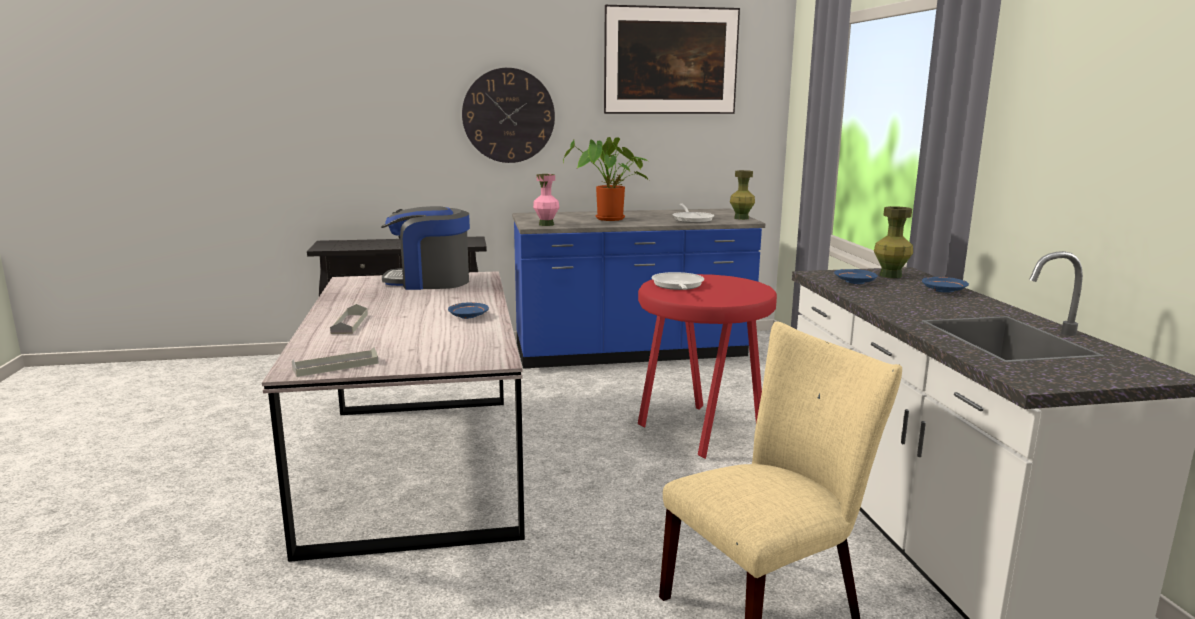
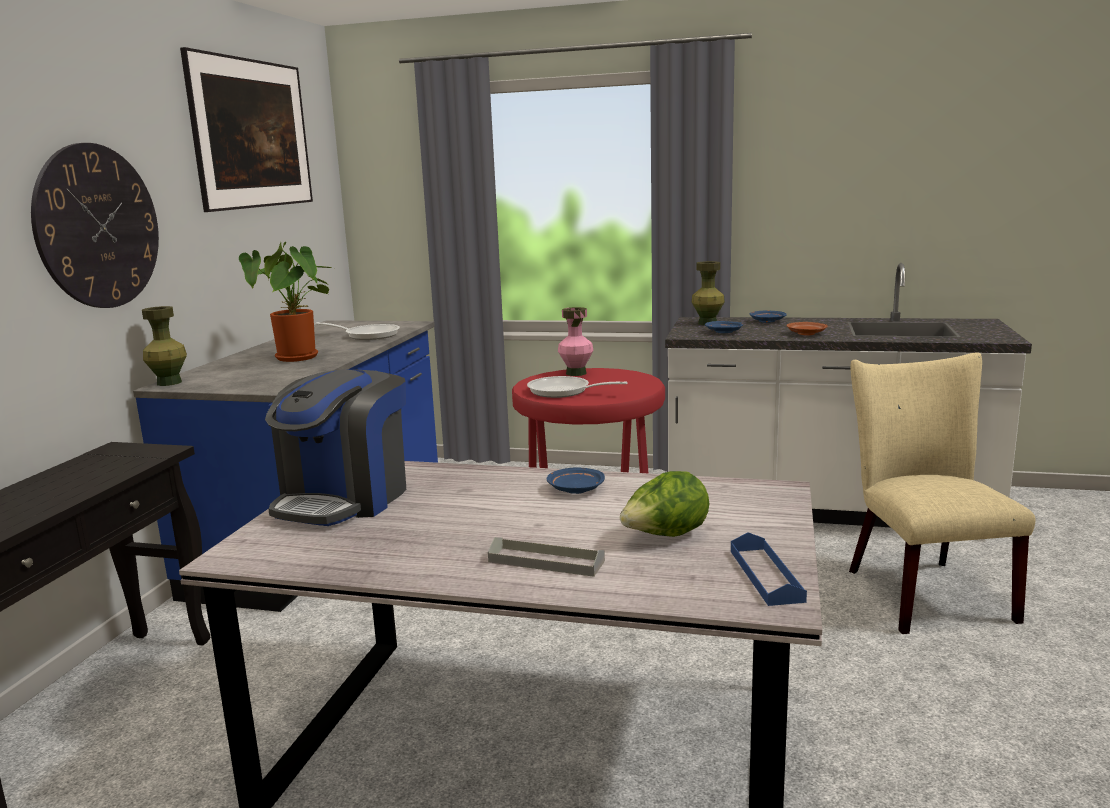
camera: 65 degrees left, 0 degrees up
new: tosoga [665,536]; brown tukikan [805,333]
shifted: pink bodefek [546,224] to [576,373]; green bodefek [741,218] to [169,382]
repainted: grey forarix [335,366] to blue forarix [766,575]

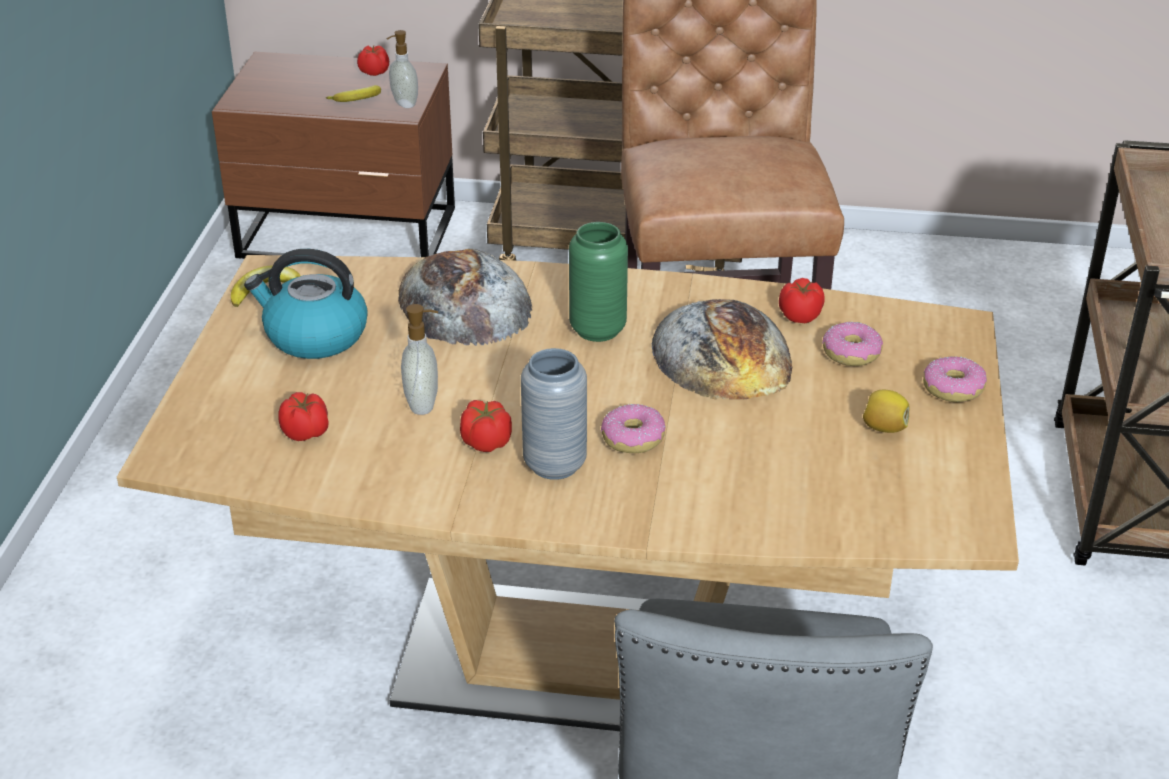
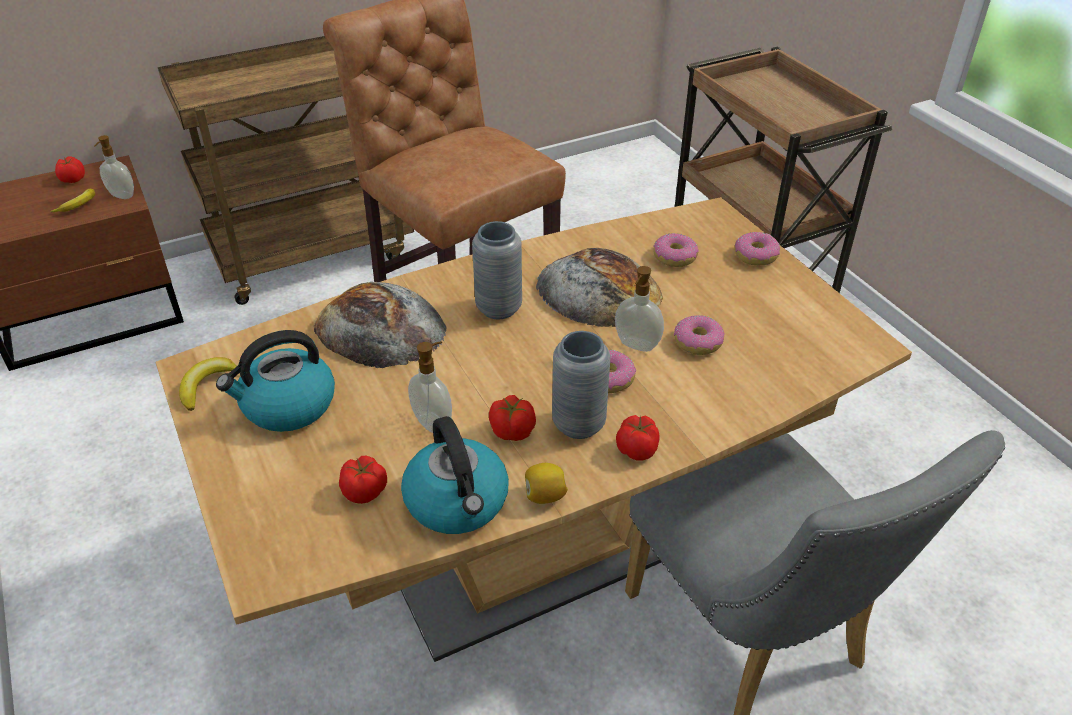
camera: 35 degrees left, 5 degrees up
new: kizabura [458,502]; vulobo [636,345]; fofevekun [698,342]
shifted: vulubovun [801,316] to [637,449]; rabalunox [884,428] to [544,496]
repainted: green bodefek [597,330] to grey bodefek [499,308]

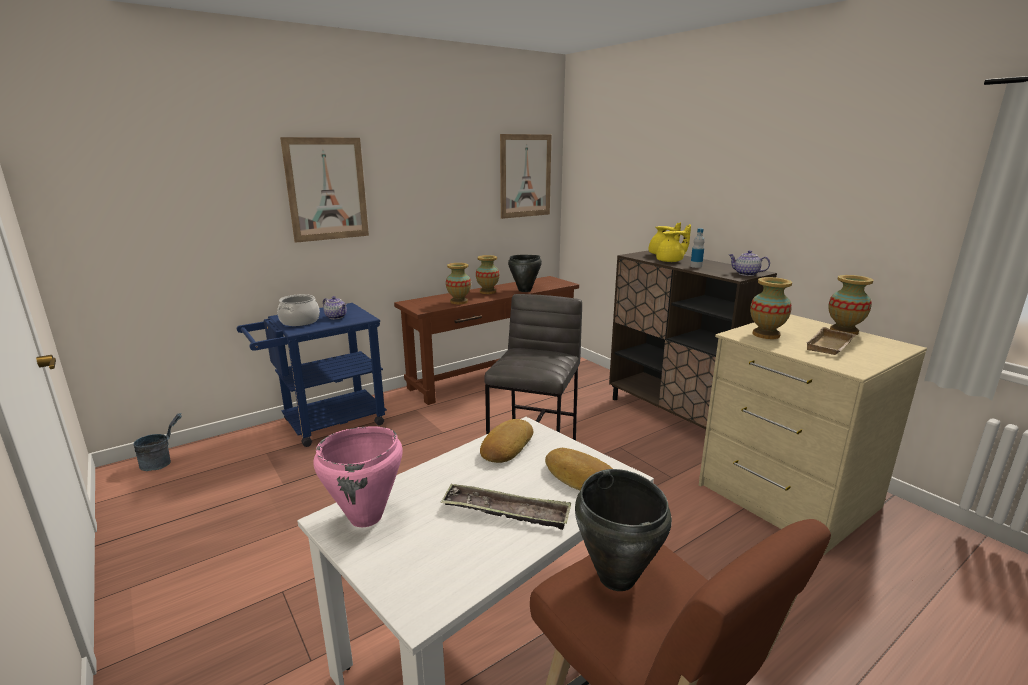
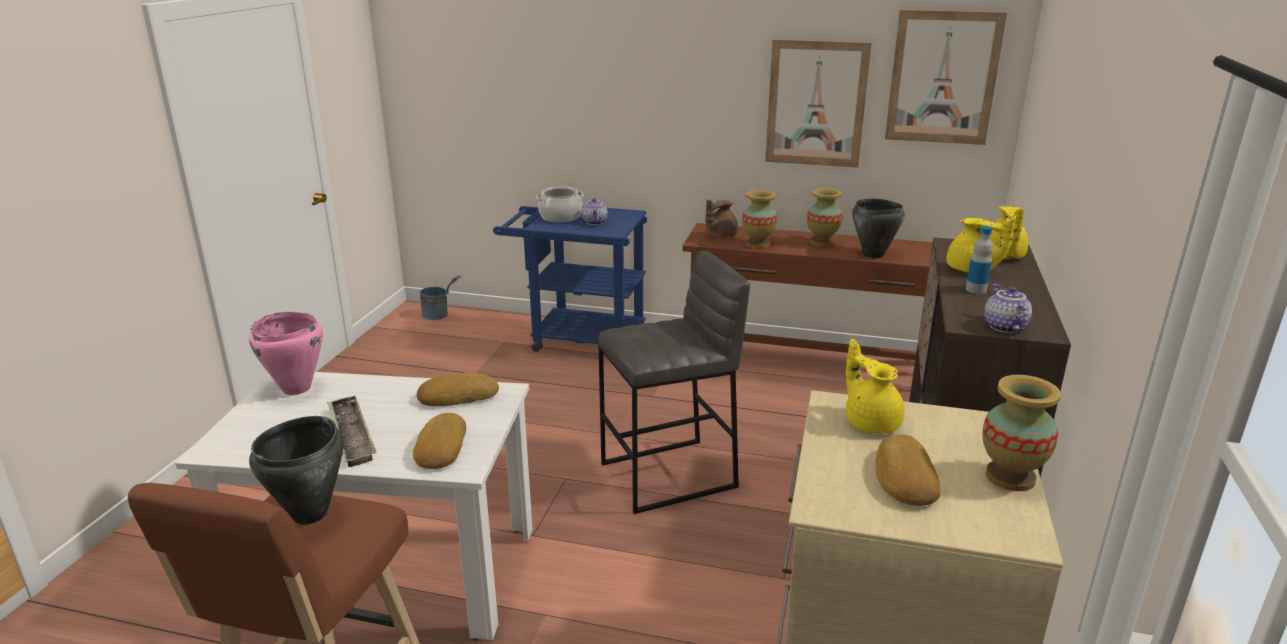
camera: 50 degrees right, 5 degrees up
new: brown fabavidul [720,235]
shifted: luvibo [327,189] to [816,104]
swapped: bodefek [765,335] to yellow fabavidul [871,422]; beige forarix [831,346] to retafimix [903,477]

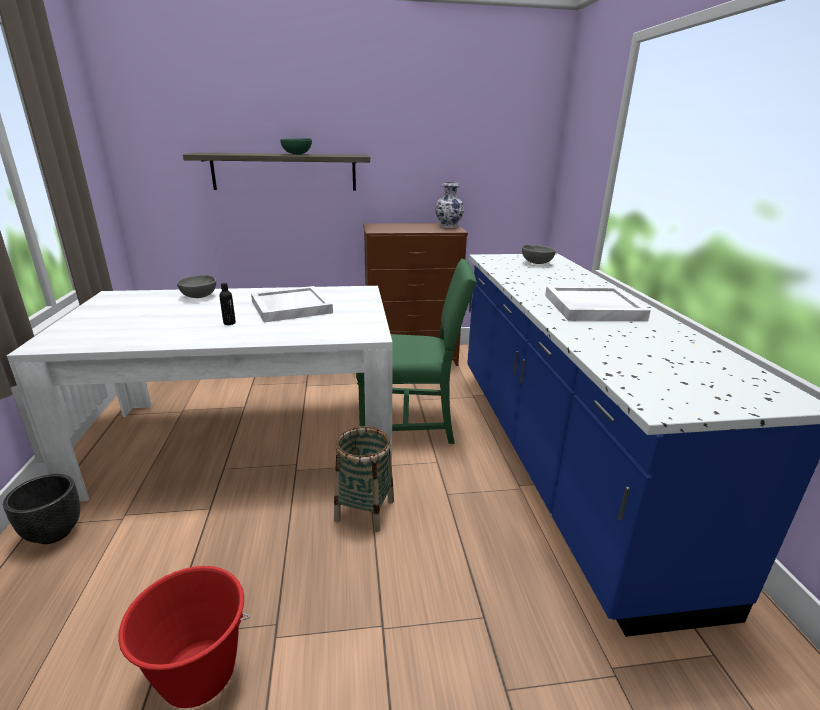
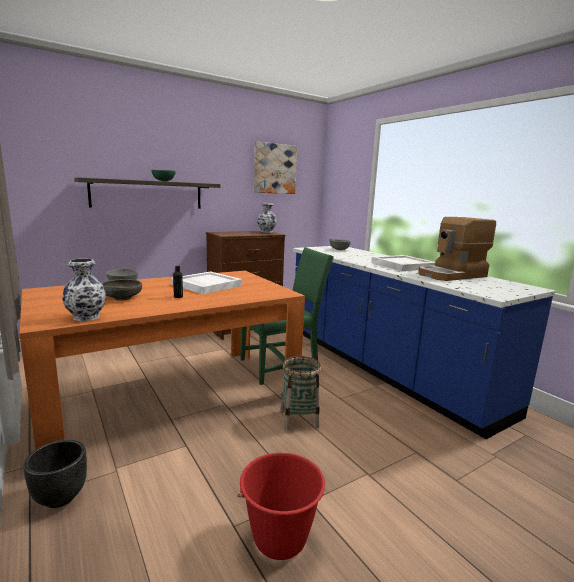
camera: 25 degrees left, 10 degrees down
new: bodefek [86,317]; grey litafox [122,298]; luvibo [274,169]; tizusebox [452,275]
repainted: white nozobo [246,439] to orange nozobo [170,397]

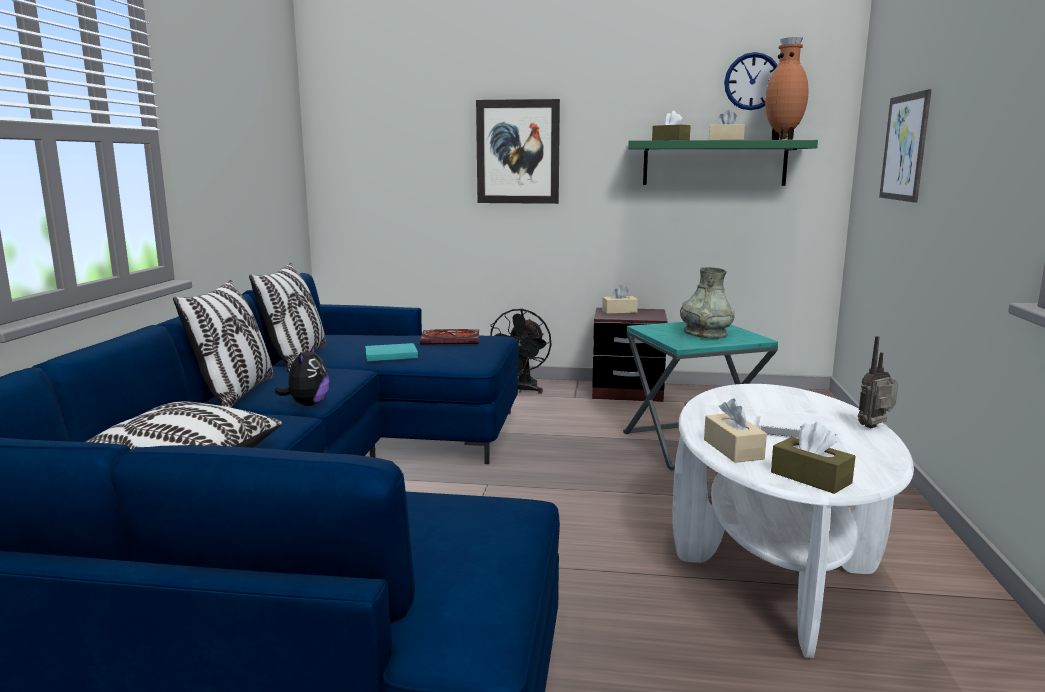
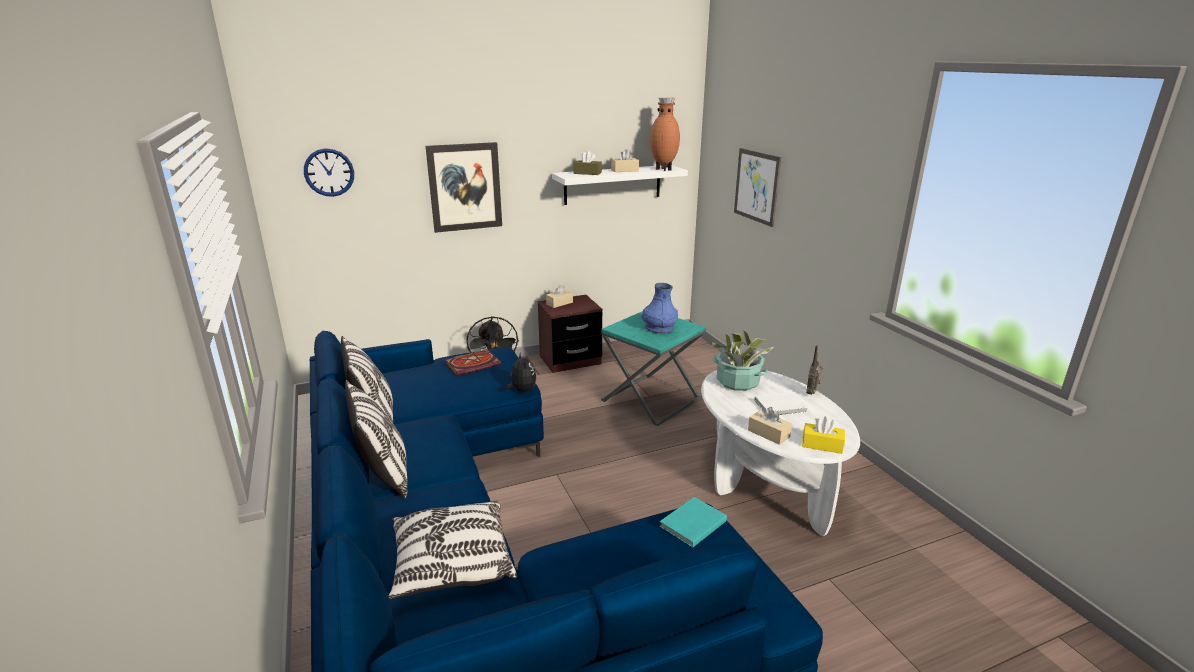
camera: 30 degrees left, 10 degrees up
new: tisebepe [737,382]
shifted: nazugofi [307,404] to [522,390]; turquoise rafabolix [389,355] to [691,524]; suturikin [752,81] to [329,172]
repainted: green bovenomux [714,163] to white bovenomux [612,184]; grey bodefek [705,334] to blue bodefek [659,328]; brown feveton [810,478] to yellow feveton [822,445]

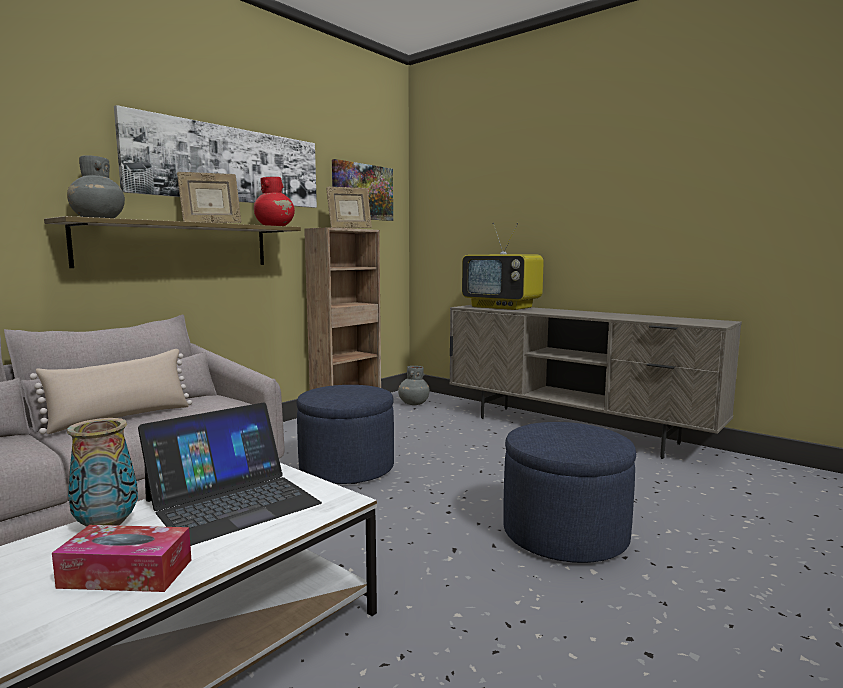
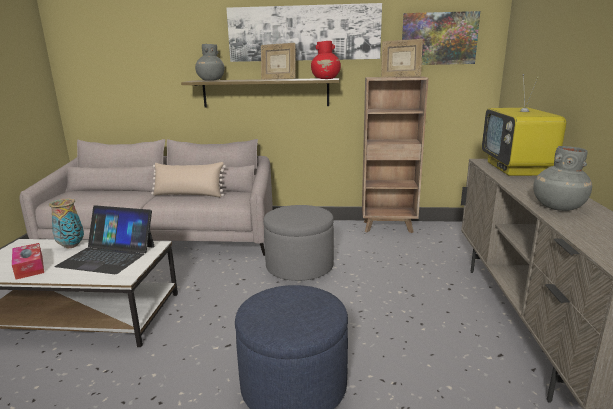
camera: 55 degrees right, 10 degrees up
shifted: grey bodefek [413,403] to [557,207]
repainted: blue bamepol [347,468] to grey bamepol [299,266]

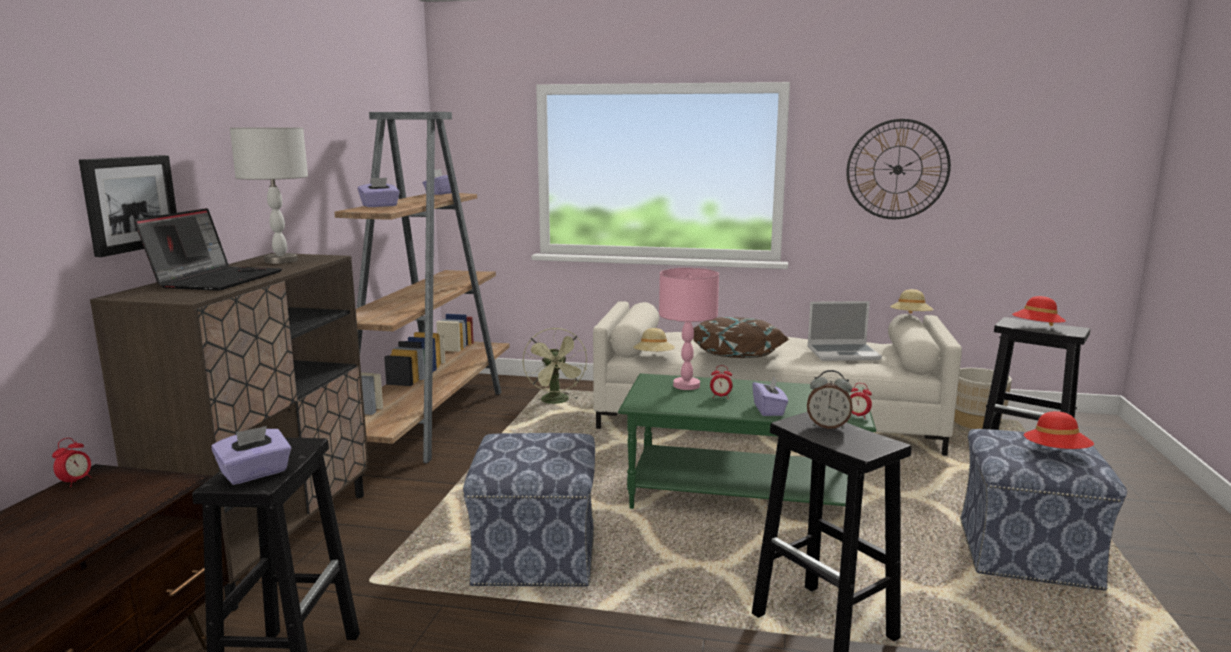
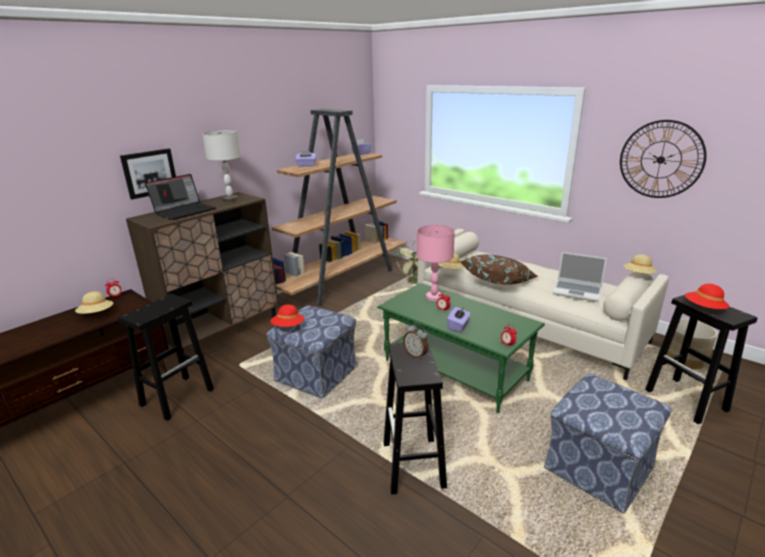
camera: 30 degrees right, 10 degrees up
gone: purple feveton [255,474]
new: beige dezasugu [97,314]
shifted: red dezasugu [1056,453] to [288,327]

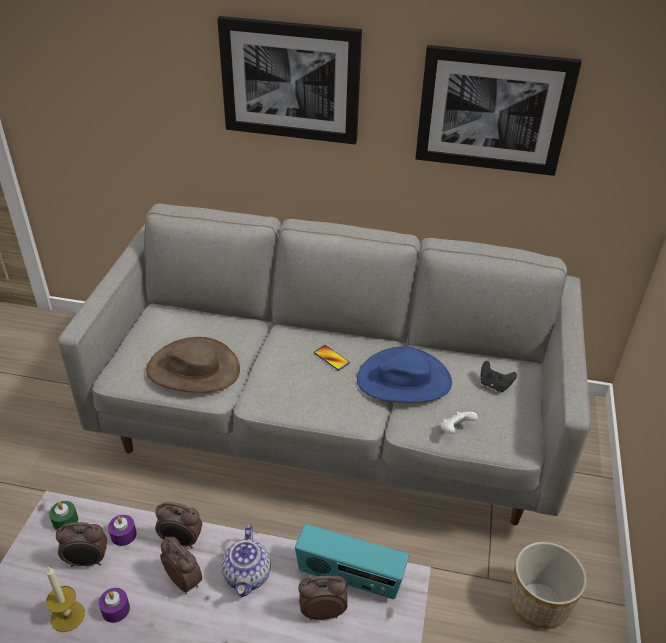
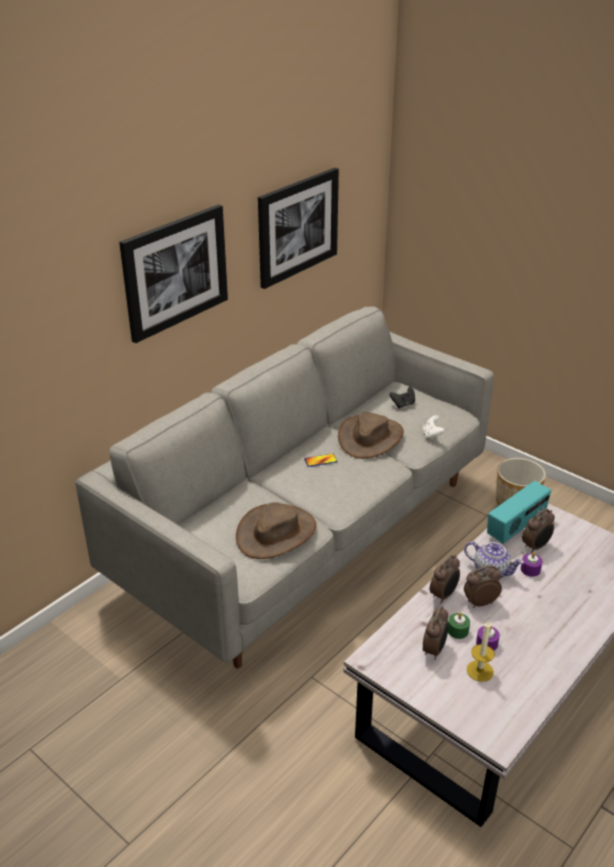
camera: 60 degrees left, 5 degrees down
shifted: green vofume [65,521] to [458,630]; purple vofume [123,535] to [530,569]
repainted: blue dezasugu [404,380] to brown dezasugu [370,437]
rotated: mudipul [322,611] = [536,547] 150 degrees counterclockwise

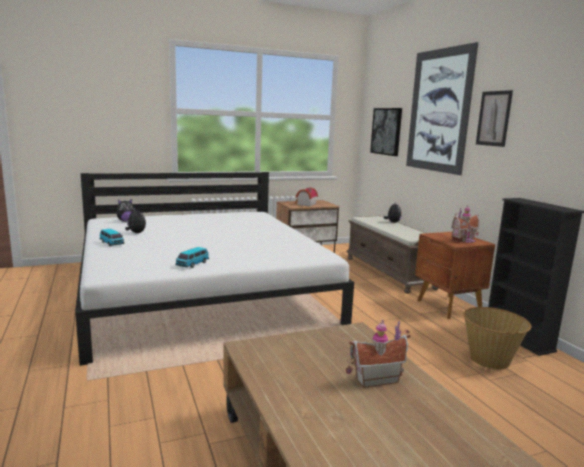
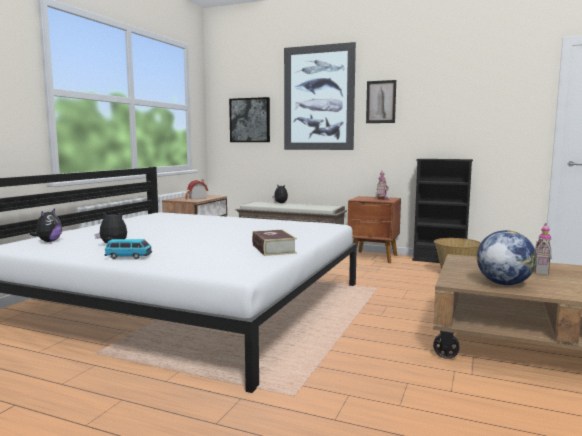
camera: 45 degrees left, 5 degrees down
new: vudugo [503,284]
swapped: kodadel [192,264] to rafabolix [273,249]

